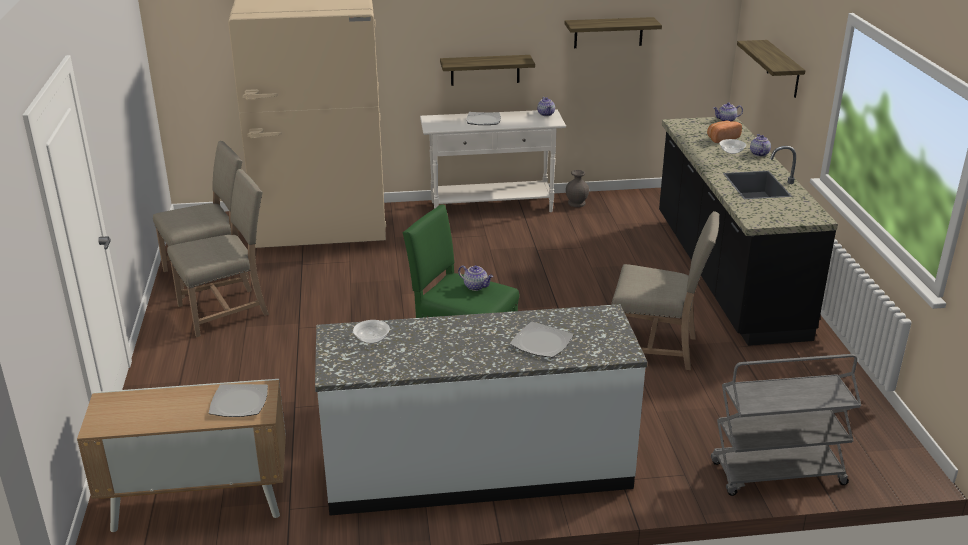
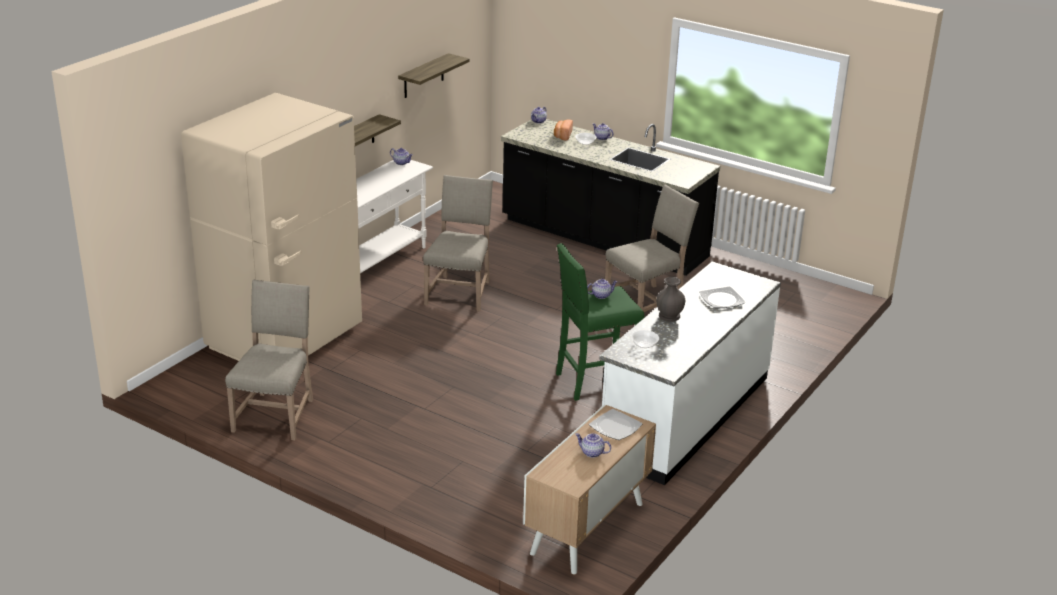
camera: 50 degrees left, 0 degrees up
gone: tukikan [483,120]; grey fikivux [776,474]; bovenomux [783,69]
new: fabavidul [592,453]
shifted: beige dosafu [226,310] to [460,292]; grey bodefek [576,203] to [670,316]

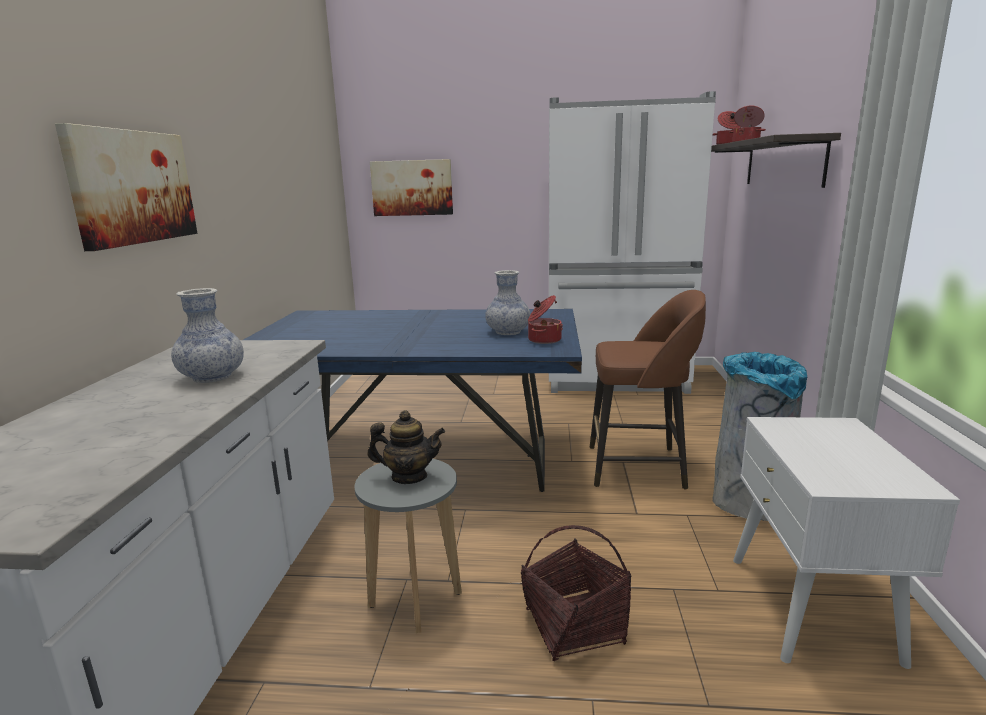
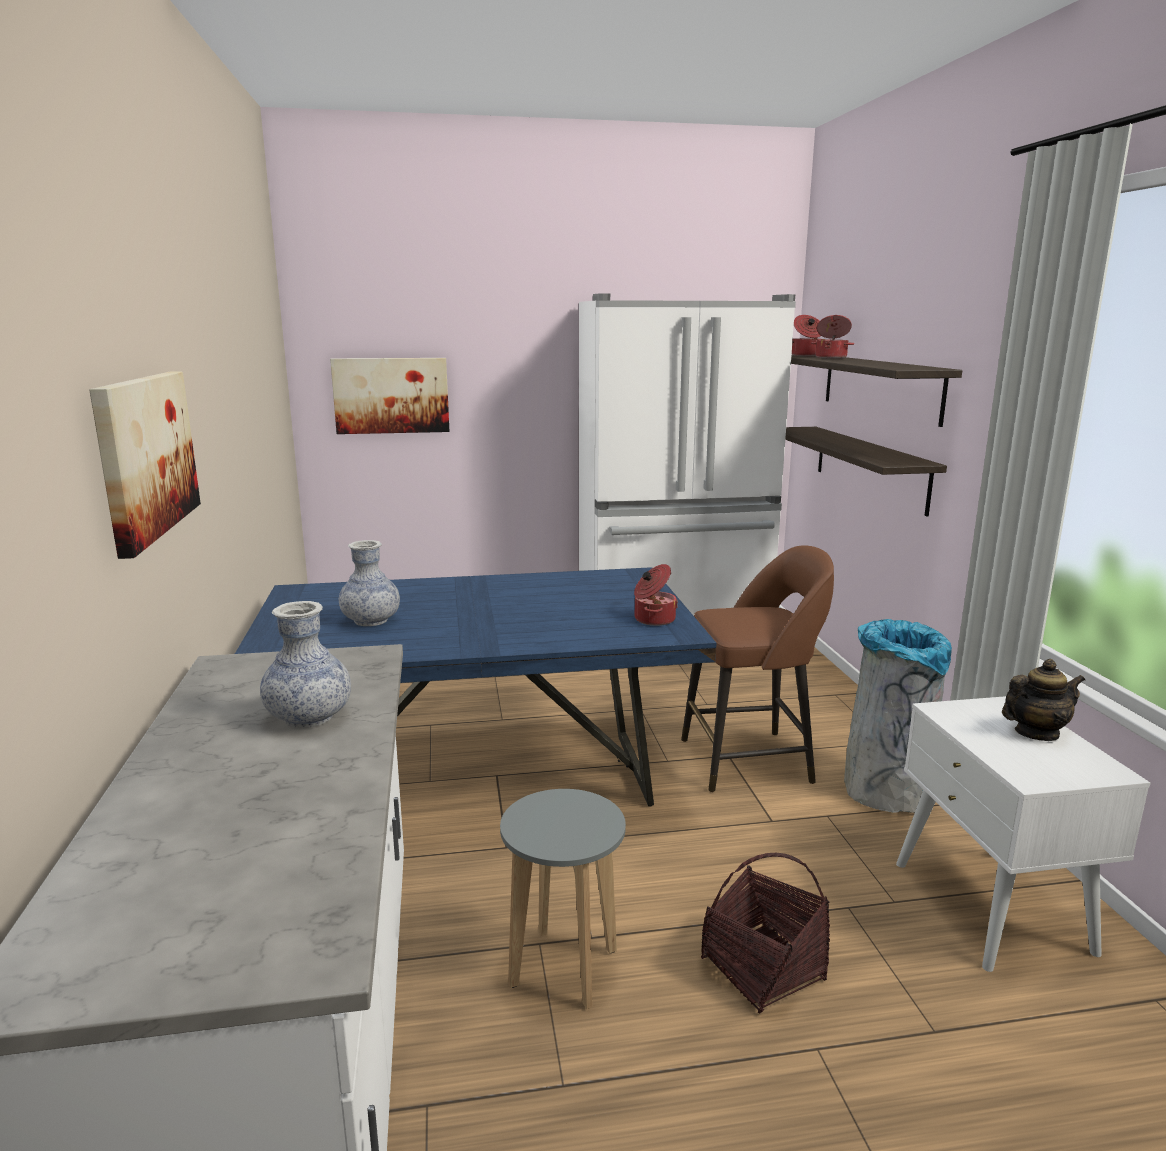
camera: 15 degrees left, 0 degrees up
new: bovenomux [869,467]
shifted: fabavidul [409,476] to [1036,733]; bodefek [508,332] to [371,621]

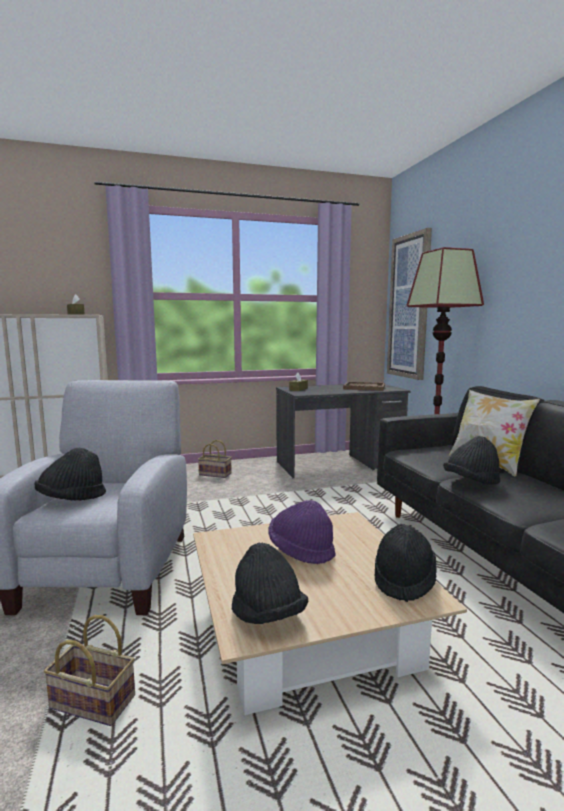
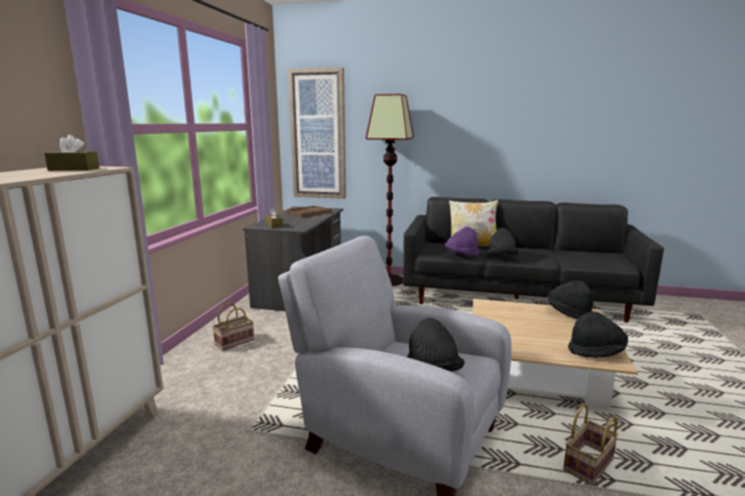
camera: 60 degrees left, 5 degrees up
shifted: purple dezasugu [301,550] to [461,255]

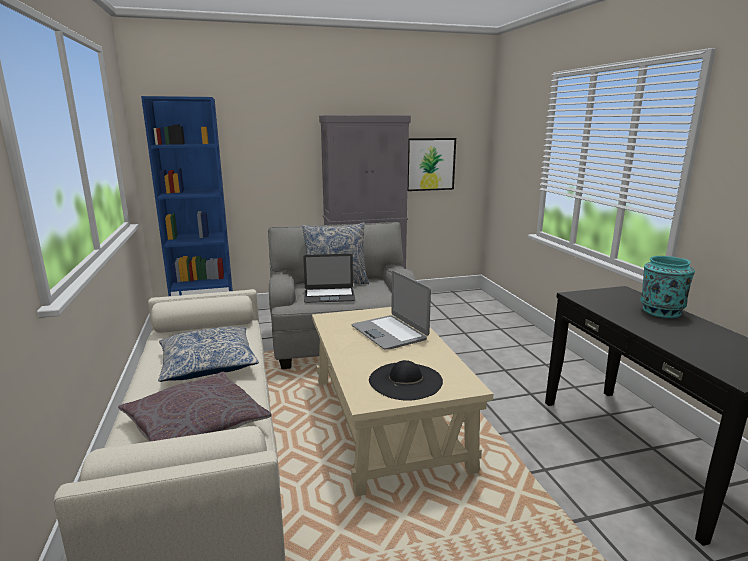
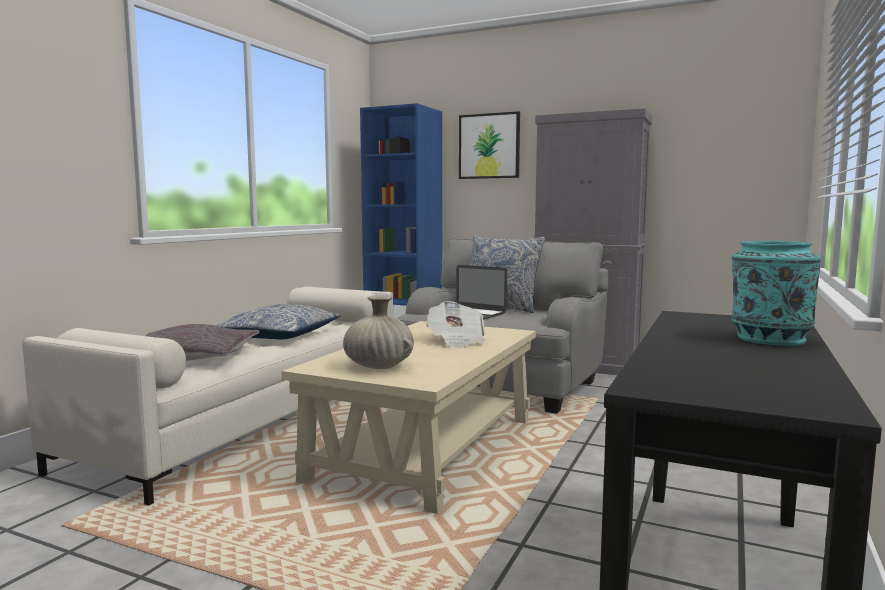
camera: 40 degrees right, 10 degrees down
shifted: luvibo [430,164] to [489,146]
swapped: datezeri [389,333] to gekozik [456,341]; black dezasugu [405,380] to beige bodefek [379,366]

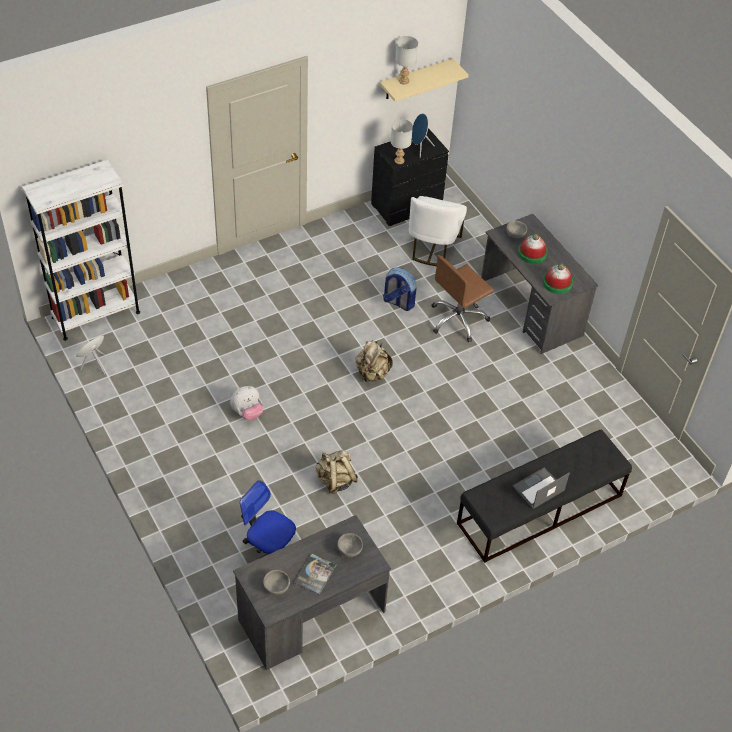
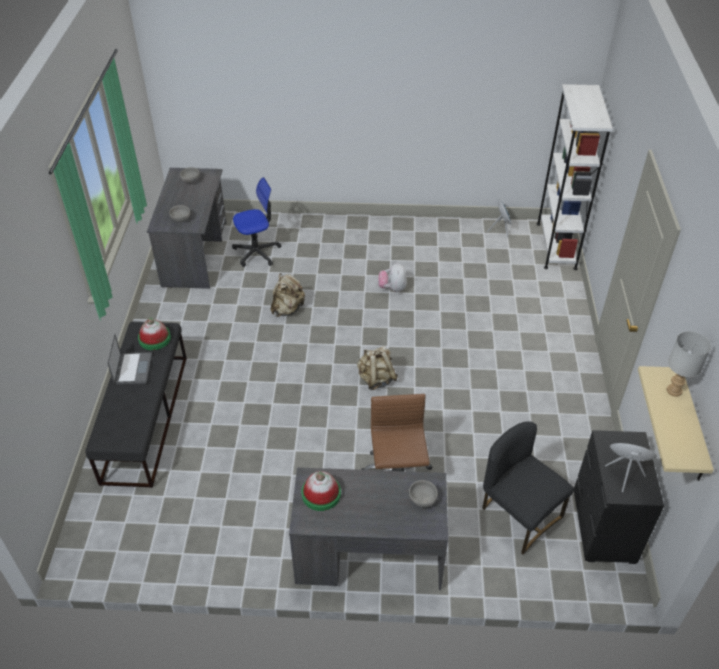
camera: 125 degrees right, 5 degrees down
gone: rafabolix [315,574]; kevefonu [398,302]; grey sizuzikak [399,160]
shifted: dezasugu [532,253] to [154,338]
repainted: white dosafu [433,247] to black dosafu [519,515]

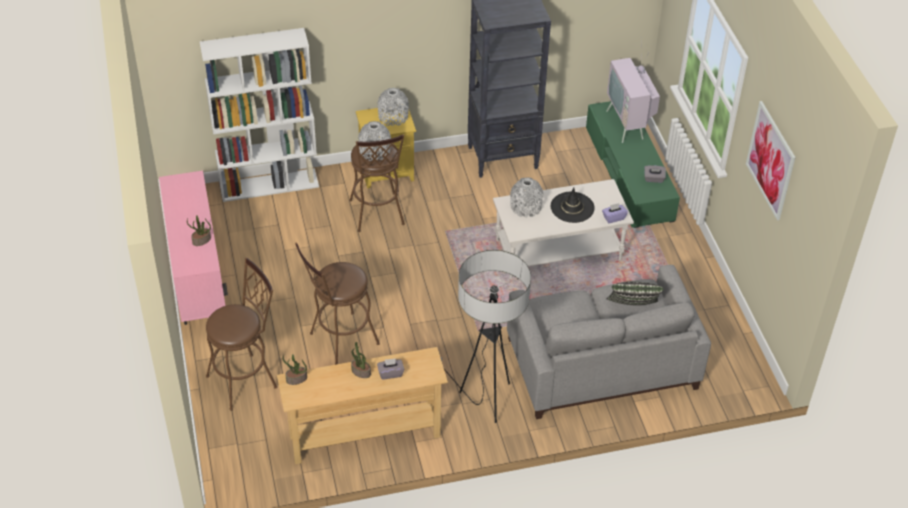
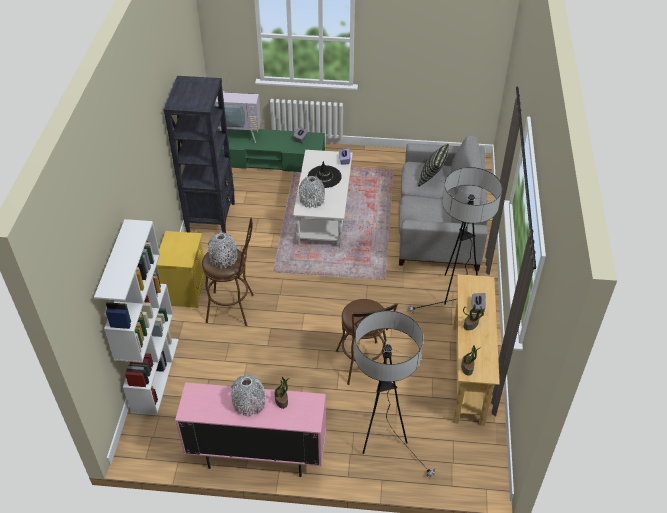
camera: 70 degrees left, 0 degrees up
gone: luvibo [770,160]
shifted: grey bodefek [393,117] to [249,402]
swapped: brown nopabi [247,379] to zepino [383,440]

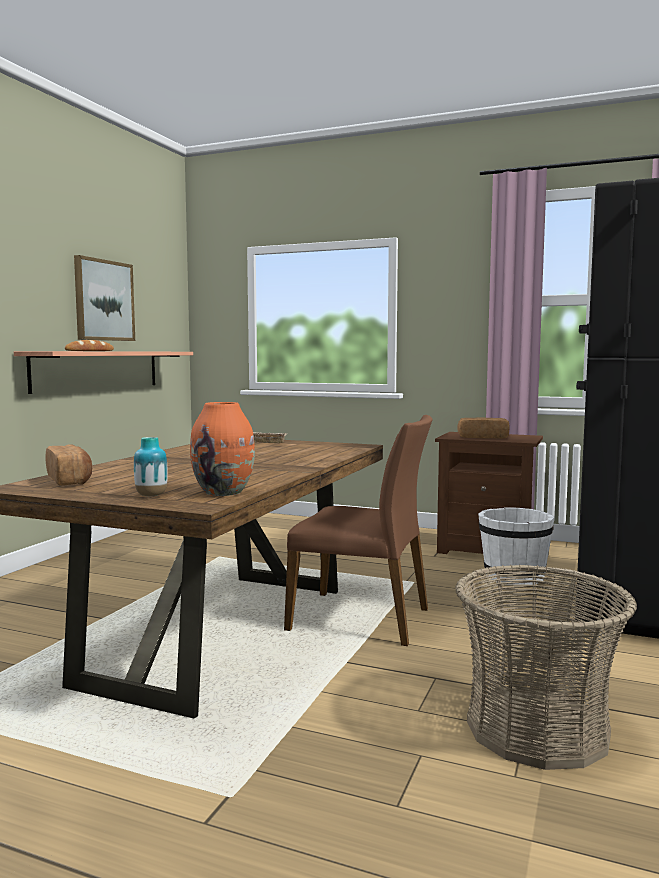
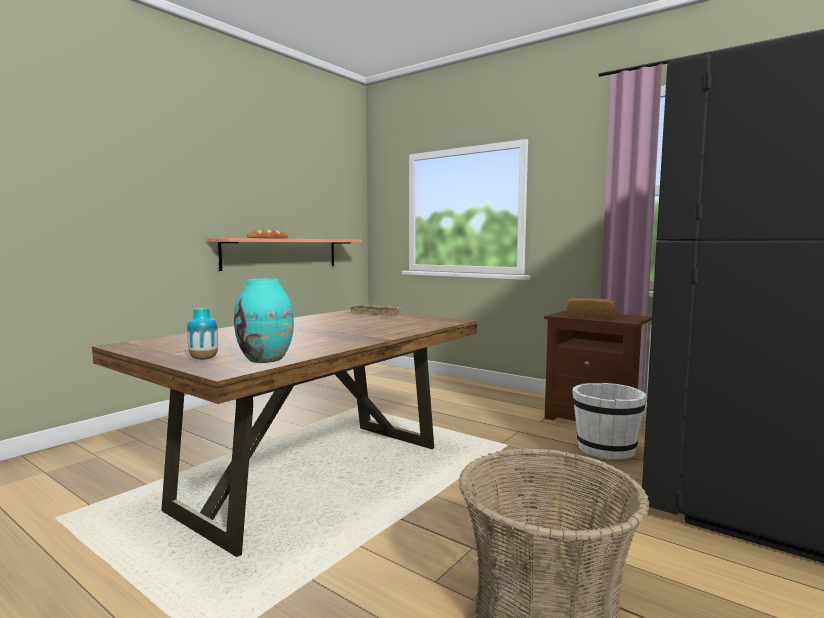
camera: 15 degrees right, 0 degrees up
gone: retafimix [70,480]; luvibo [103,300]; brown dosafu [361,618]
repainted: orange bodefek [224,492] to turquoise bodefek [266,359]

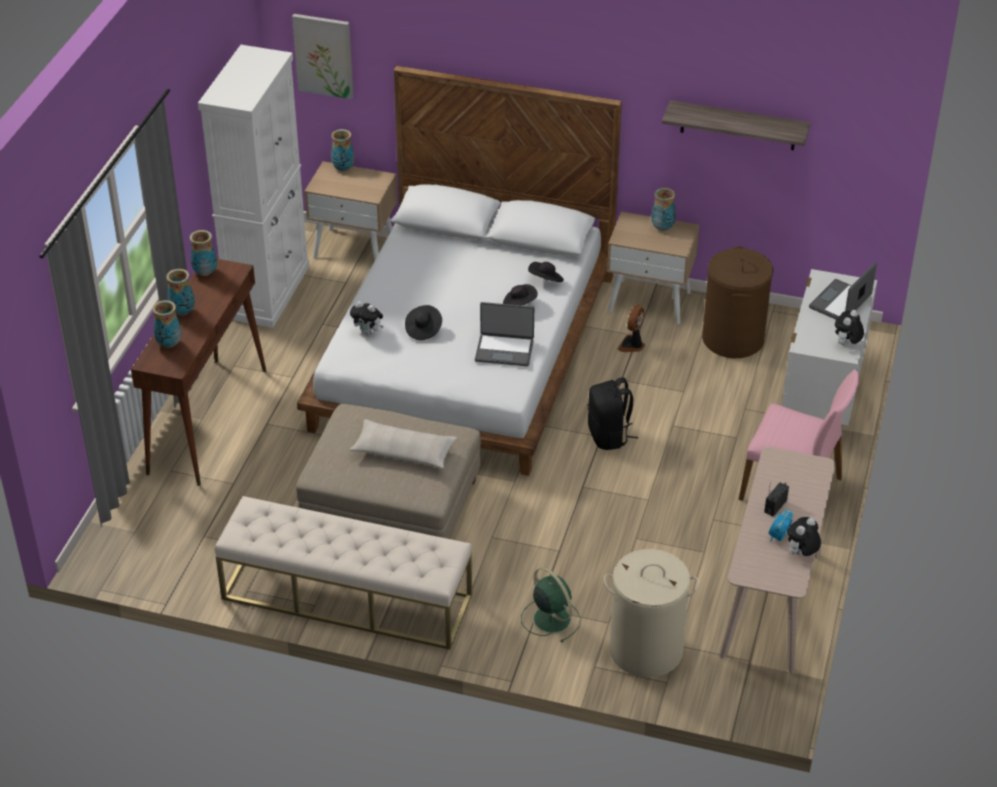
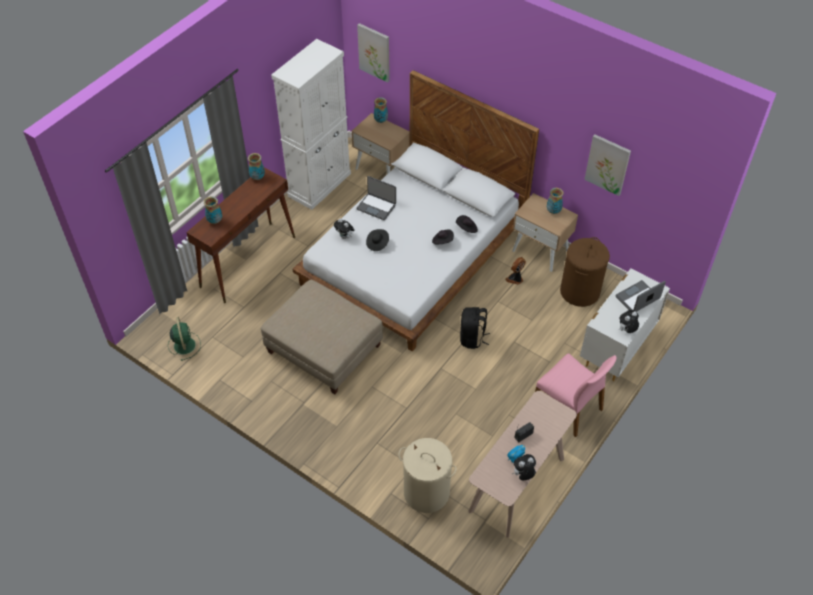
camera: 20 degrees right, 10 degrees up
gone: bodefek [182,312]; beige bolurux [346,597]; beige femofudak [403,452]
shifted: datezeri [504,350] to [376,206]; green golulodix [550,618] to [184,345]
swapped: bovenomux [738,126] to luvibo [607,164]

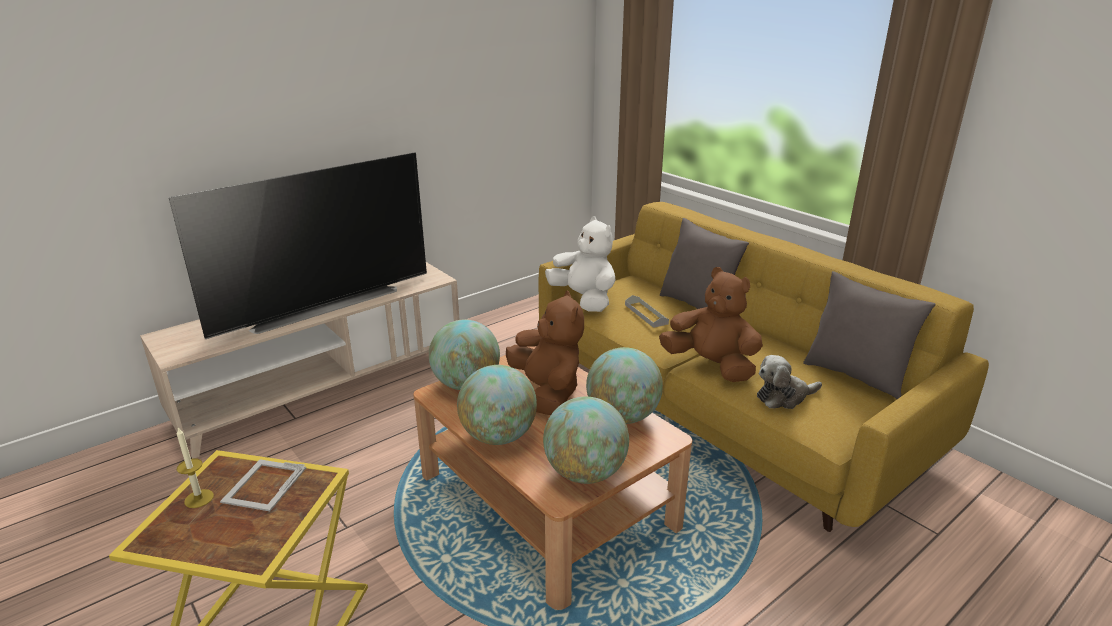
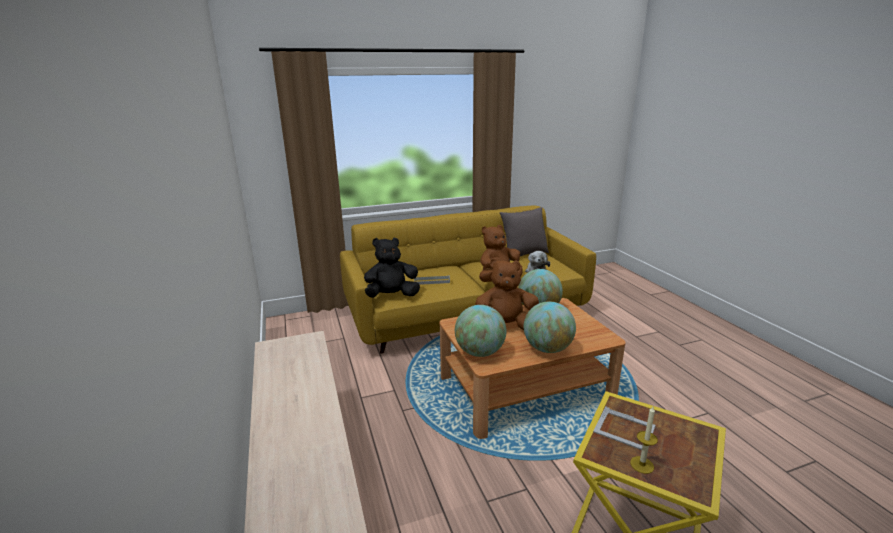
camera: 70 degrees left, 5 degrees down
gone: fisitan [322,304]; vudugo [585,473]; grey femofudak [697,305]
repainted: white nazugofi [584,300] to black nazugofi [391,296]

